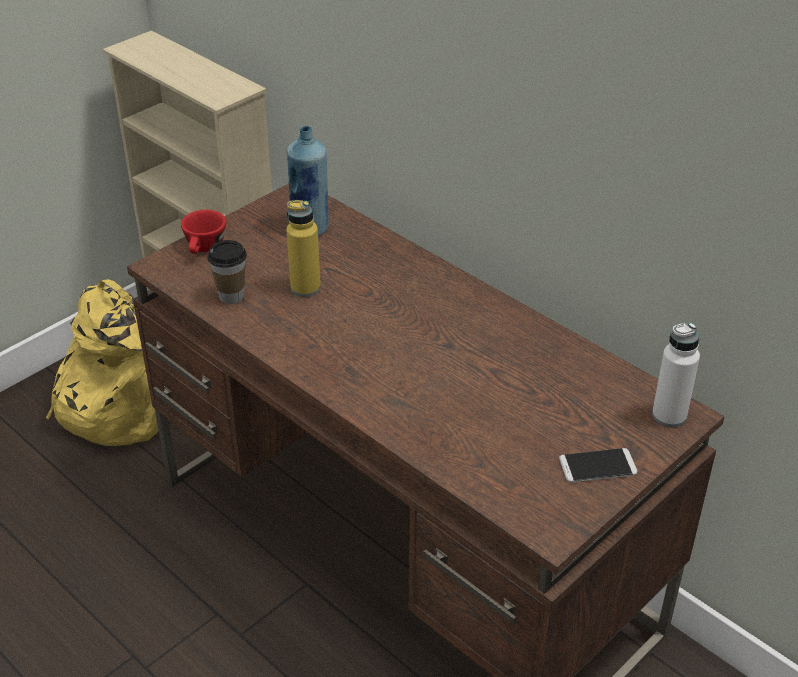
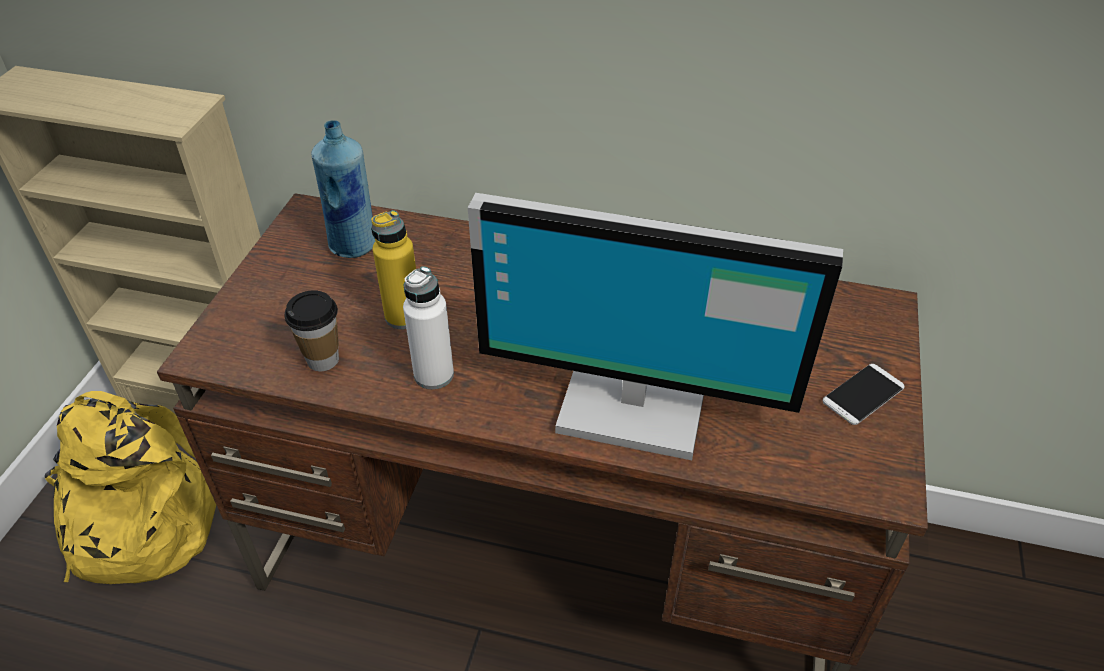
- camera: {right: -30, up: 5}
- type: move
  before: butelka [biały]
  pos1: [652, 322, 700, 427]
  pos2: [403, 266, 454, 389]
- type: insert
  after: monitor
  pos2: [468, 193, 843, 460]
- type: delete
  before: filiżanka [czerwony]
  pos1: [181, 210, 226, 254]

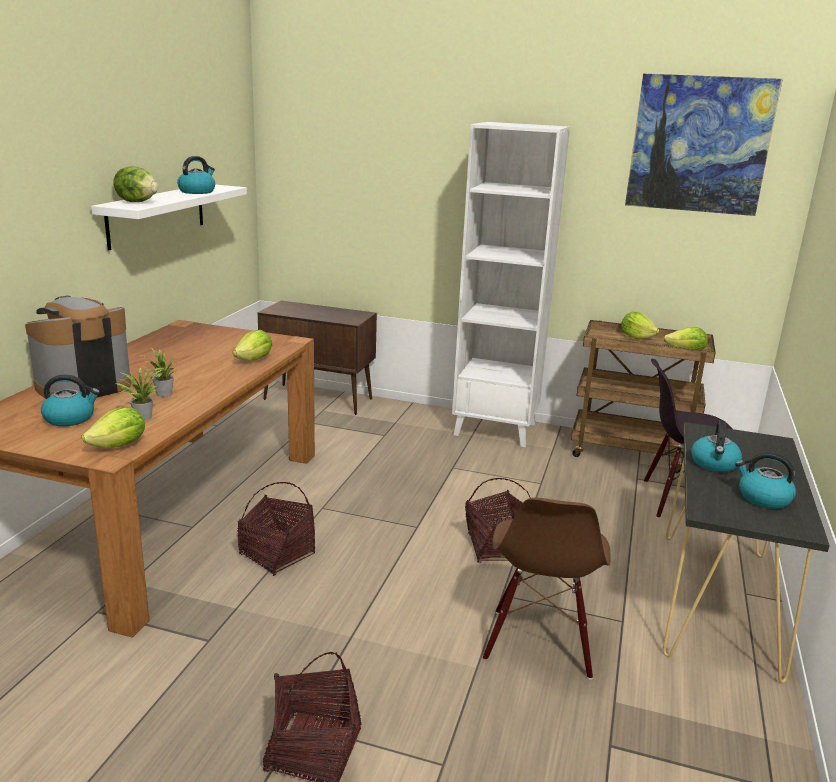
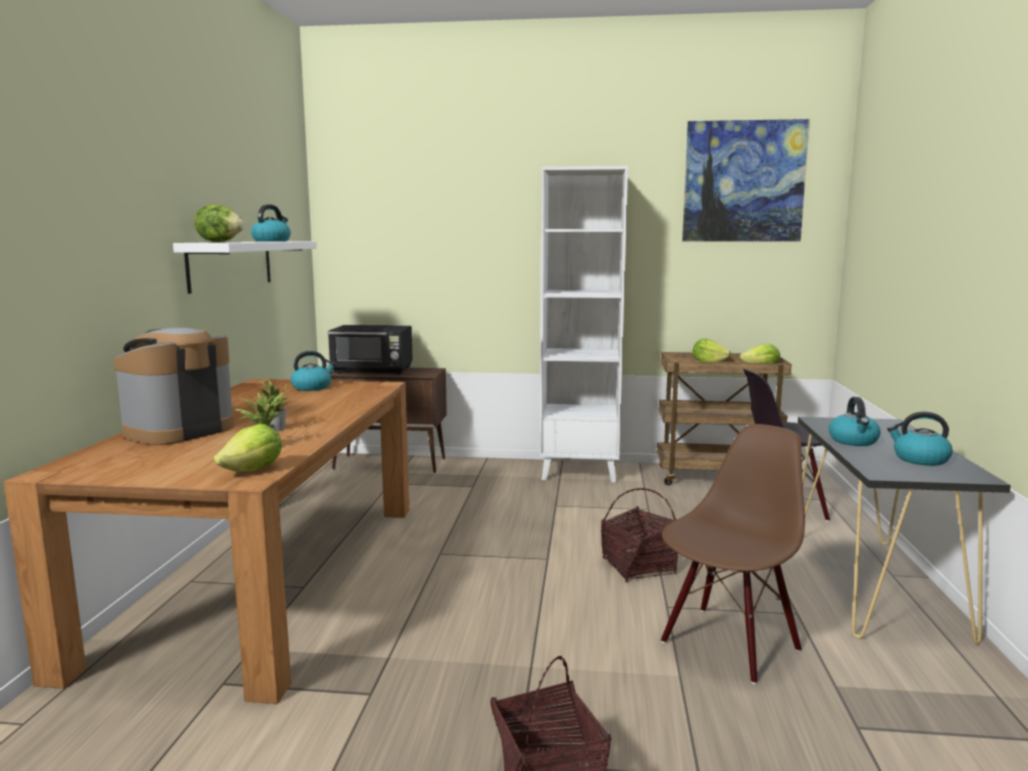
- camera: {right: -10, up: -10}
- type: move
  before: czajnik
  pos1: [41, 374, 100, 426]
  pos2: [291, 351, 336, 391]
- type: insert
  after: mikrofalówka [czarny]
  pos2: [328, 325, 413, 375]
- type: rotate
  before: krzesło [brązowy]
  pos1: [483, 498, 610, 680]
  pos2: [661, 424, 805, 684]
  turn: -135
- type: delete
  before: sałata
  pos1: [233, 330, 272, 361]
- type: delete
  before: koszyk
  pos1: [237, 482, 315, 576]

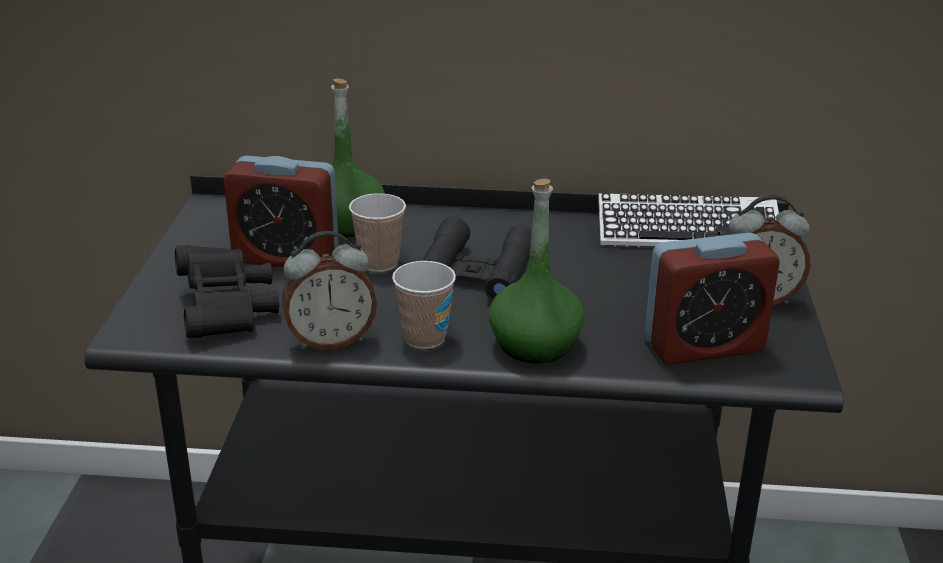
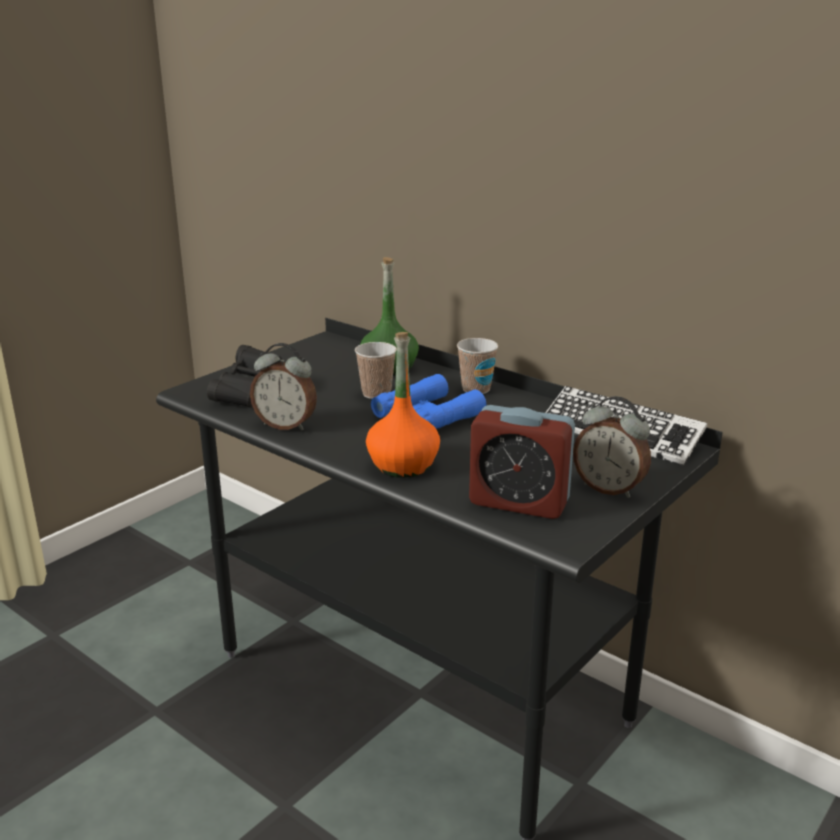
- camera: {right: 35, up: -5}
- type: recolor
  before: butelka [zielony]
  after: butelka [pomarańczowy]
  pos1: [489, 179, 585, 364]
  pos2: [366, 332, 440, 478]
- type: recolor
  before: lornetka [czarny]
  after: lornetka [niebieski]
  pos1: [422, 217, 532, 301]
  pos2: [371, 374, 486, 429]
- type: move
  before: filiżanka
  pos1: [392, 261, 456, 349]
  pos2: [457, 338, 498, 394]
- type: delete
  before: budzik
  pos1: [224, 155, 339, 267]

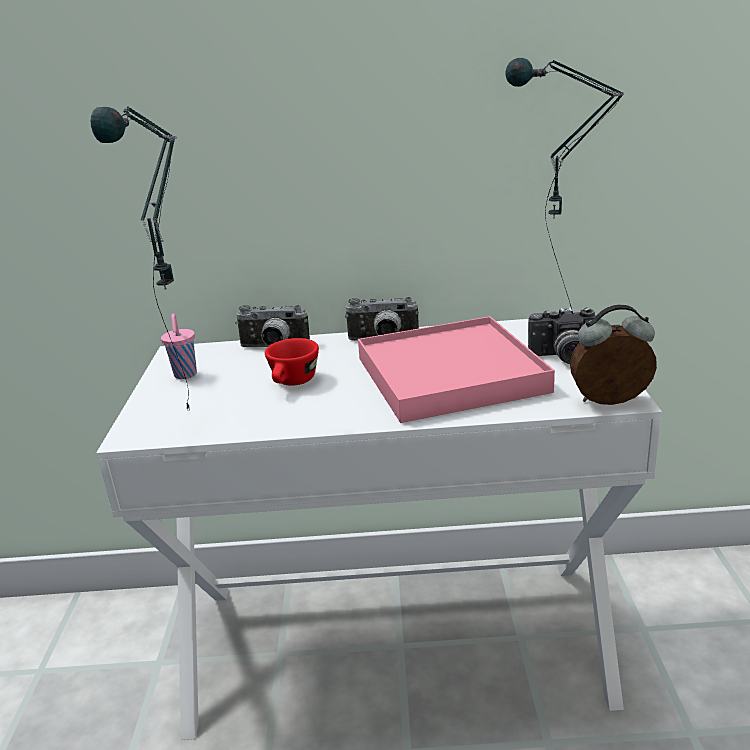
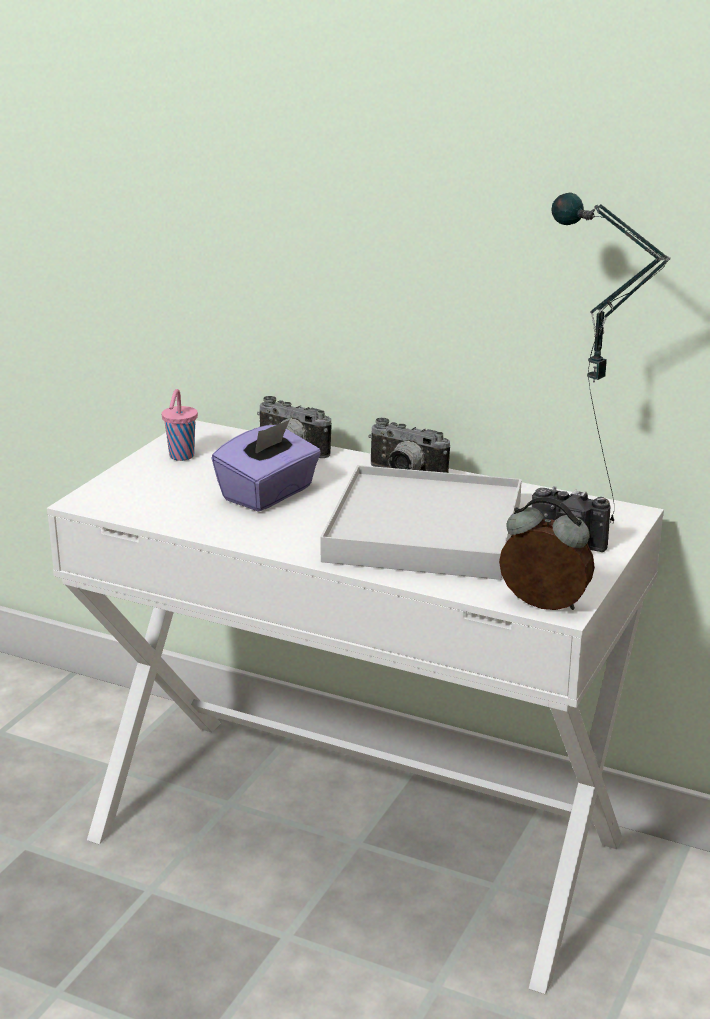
- camera: {right: 25, up: 0}
- type: replace
  before: filiżanka [czerwony]
  after: pudełko chusteczek [fioletowy]
  pos1: [265, 338, 319, 386]
  pos2: [211, 420, 321, 512]
- type: recolor
  before: taca [różowy]
  after: taca [biały]
  pos1: [358, 316, 555, 423]
  pos2: [320, 465, 522, 580]
- type: delete
  before: lampa stołowa
  pos1: [91, 107, 189, 409]

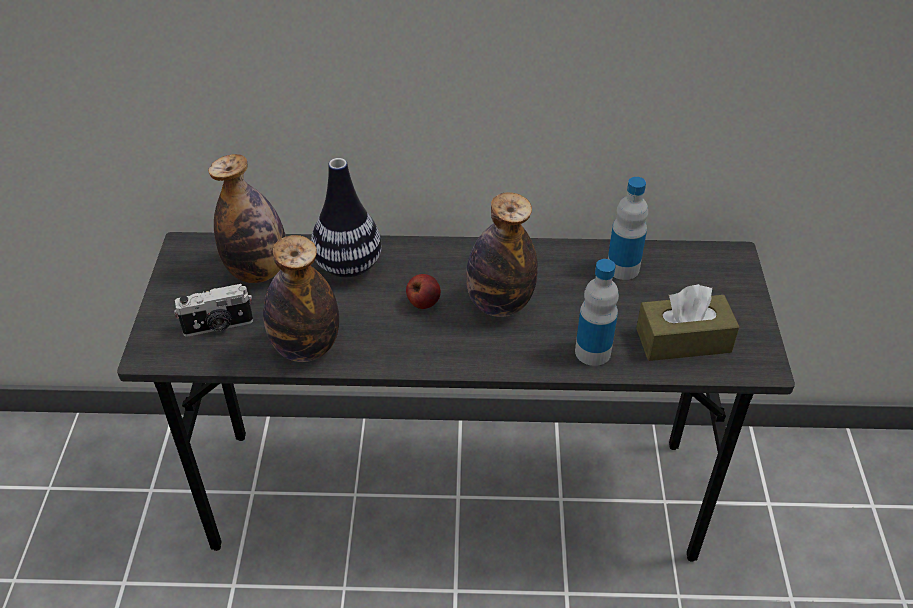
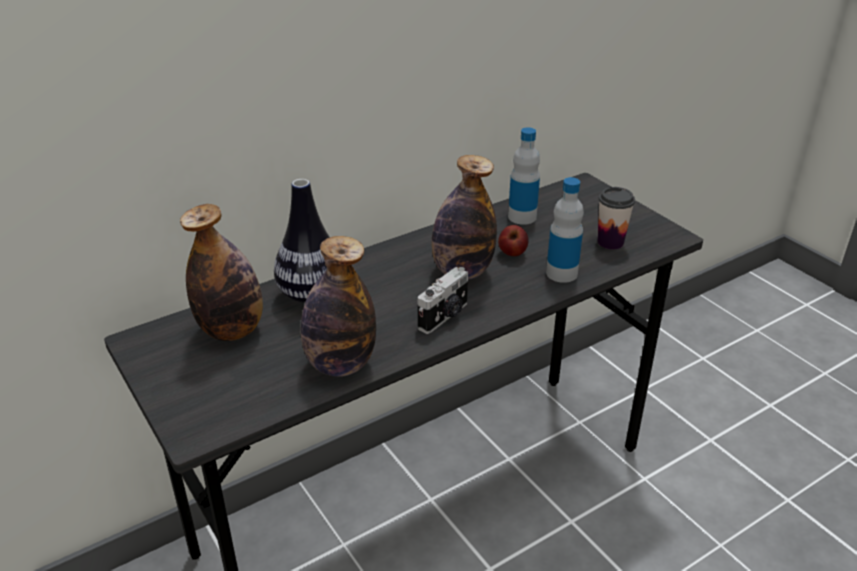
- camera: {right: -35, up: -10}
- type: move
  before: aparat fotograficzny
  pos1: [174, 284, 253, 337]
  pos2: [418, 267, 468, 334]
- type: move
  before: jabłko
  pos1: [406, 274, 441, 309]
  pos2: [498, 225, 529, 256]
- type: replace
  before: pudełko chusteczek [brązowy]
  after: filiżanka
  pos1: [636, 284, 739, 361]
  pos2: [597, 187, 635, 250]

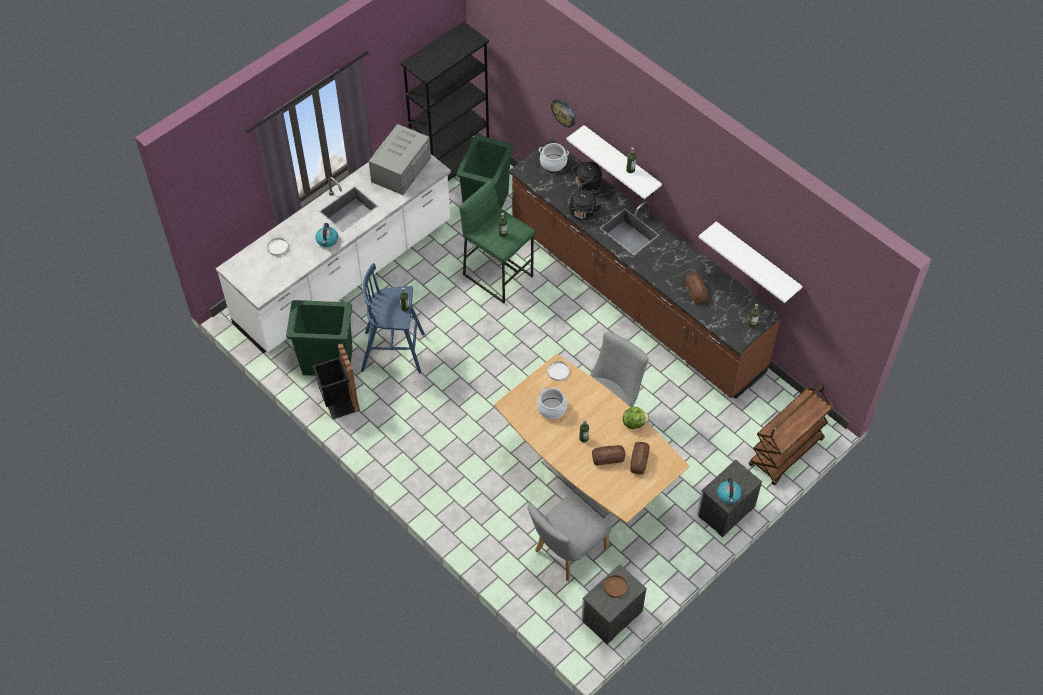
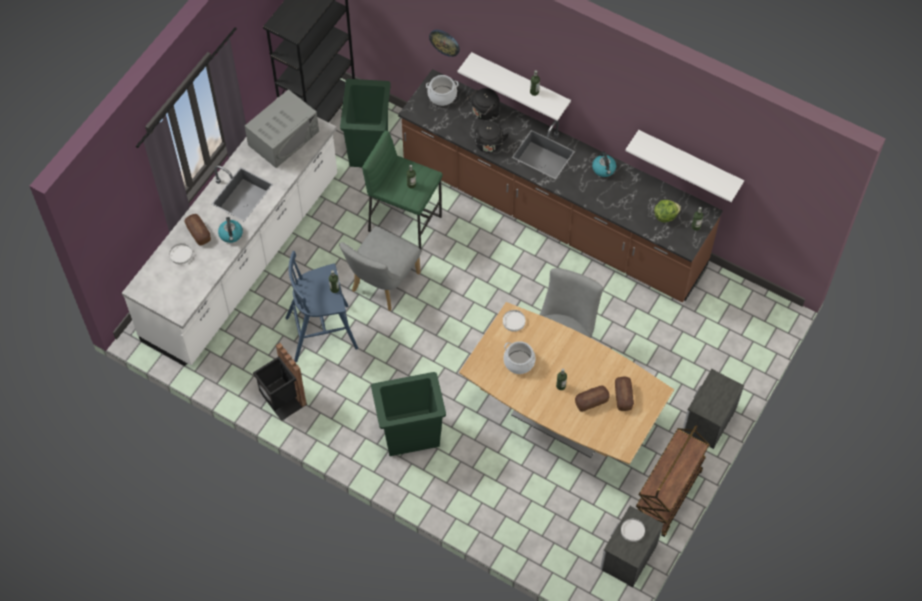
- camera: {right: -15, up: 5}
- type: move
  before: chleb
  pos1: [686, 273, 708, 303]
  pos2: [184, 214, 211, 246]
- type: rotate
  before: mikrofalówka [szary]
  pos1: [369, 124, 431, 195]
  pos2: [245, 89, 319, 168]
  turn: -150
- type: move
  before: krzesło [szary]
  pos1: [527, 492, 612, 581]
  pos2: [339, 226, 421, 311]
- type: move
  before: kosz na śmieci [zielony]
  pos1: [286, 300, 353, 376]
  pos2: [371, 372, 446, 456]
- type: move
  before: czajnik
  pos1: [717, 478, 742, 504]
  pos2: [592, 152, 616, 177]
- type: recolor
  before: talerz [brązowy]
  after: talerz [biały]
  pos1: [604, 575, 627, 598]
  pos2: [621, 518, 645, 542]
- type: move
  before: wózek [brązowy]
  pos1: [749, 384, 833, 485]
  pos2: [636, 425, 709, 537]
- type: move
  before: sałata
  pos1: [623, 406, 650, 429]
  pos2: [654, 200, 681, 223]

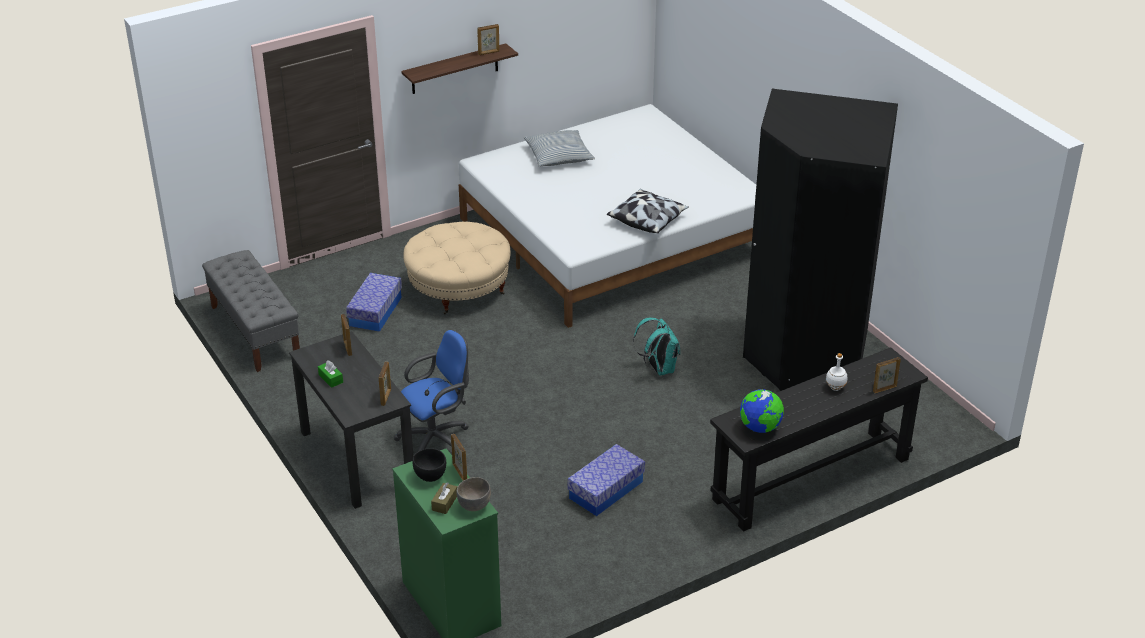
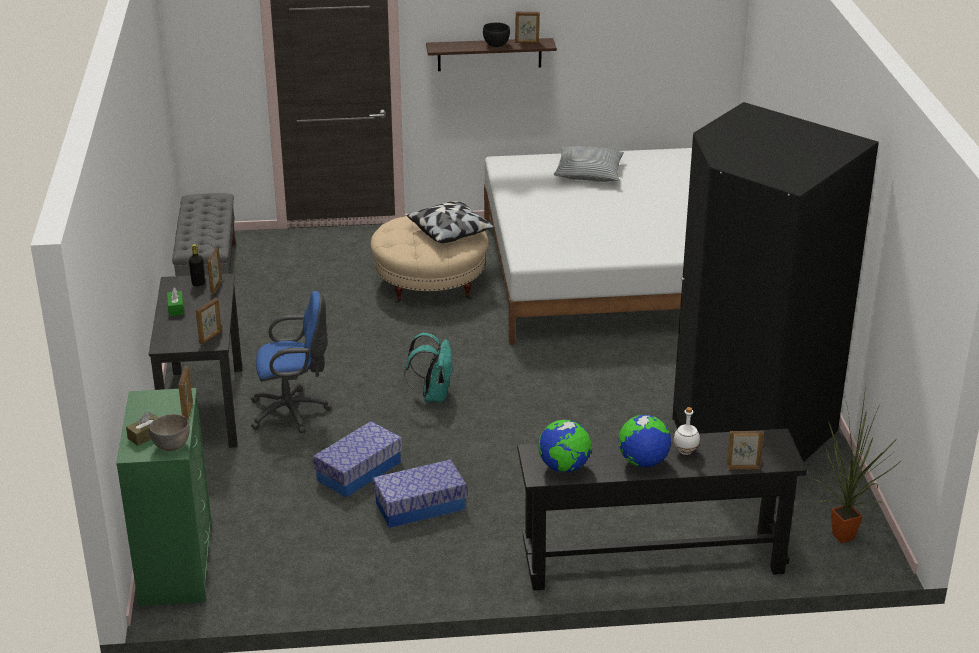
- camera: {right: 25, up: -5}
- type: insert
  after: butelka [czarny]
  pos2: [189, 244, 205, 286]
- type: move
  before: pojemnik do przechowywania
  pos1: [346, 273, 402, 332]
  pos2: [313, 421, 402, 497]
- type: move
  before: plecak [turkusowy]
  pos1: [633, 317, 680, 376]
  pos2: [404, 333, 453, 403]
- type: move
  before: poduszka
  pos1: [607, 189, 689, 233]
  pos2: [407, 201, 494, 243]
- type: move
  before: miska [czarny]
  pos1: [413, 448, 446, 482]
  pos2: [483, 22, 510, 47]
- type: insert
  after: globus
  pos2: [618, 415, 671, 467]
- type: insert
  after: roślina doniczkowa
  pos2: [812, 394, 902, 543]

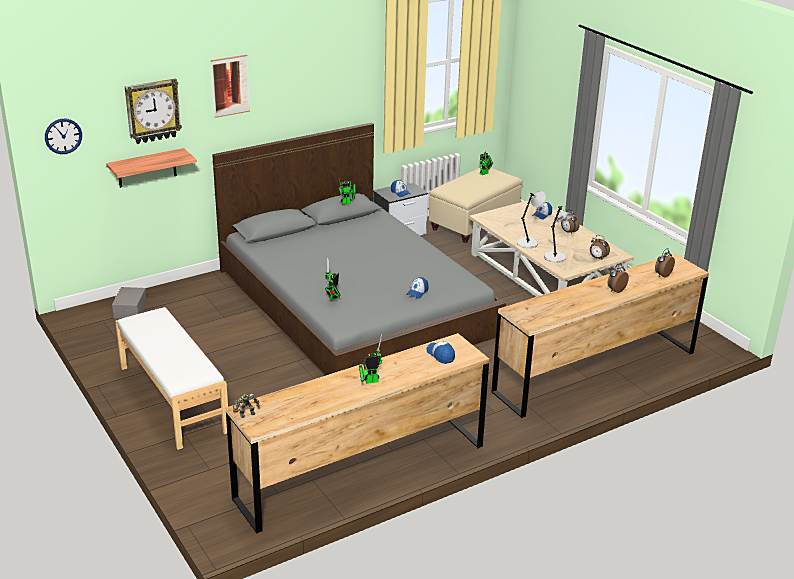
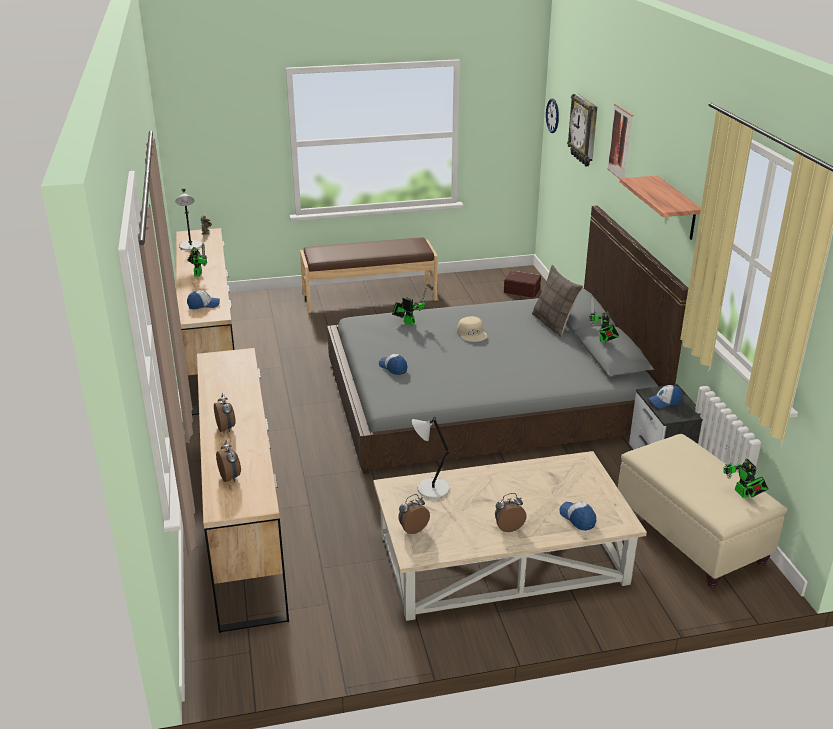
- camera: {right: 110, up: 0}
- type: move
  before: lampa stołowa [szary]
  pos1: [517, 191, 546, 248]
  pos2: [175, 189, 202, 251]
- type: recolor
  before: ławka [biały]
  after: ławka [brązowy]
  pos1: [115, 307, 228, 450]
  pos2: [300, 237, 438, 313]
- type: insert
  after: czapka z daszkiem [beżowy]
  pos2: [457, 316, 487, 342]
- type: recolor
  before: pojemnik do przechowywania [szary]
  after: pojemnik do przechowywania [brązowy]
  pos1: [112, 287, 147, 319]
  pos2: [504, 271, 541, 298]
- type: insert
  after: poduszka
  pos2: [532, 265, 583, 337]
- type: move
  before: półka
  pos1: [106, 148, 197, 188]
  pos2: [620, 176, 701, 240]

